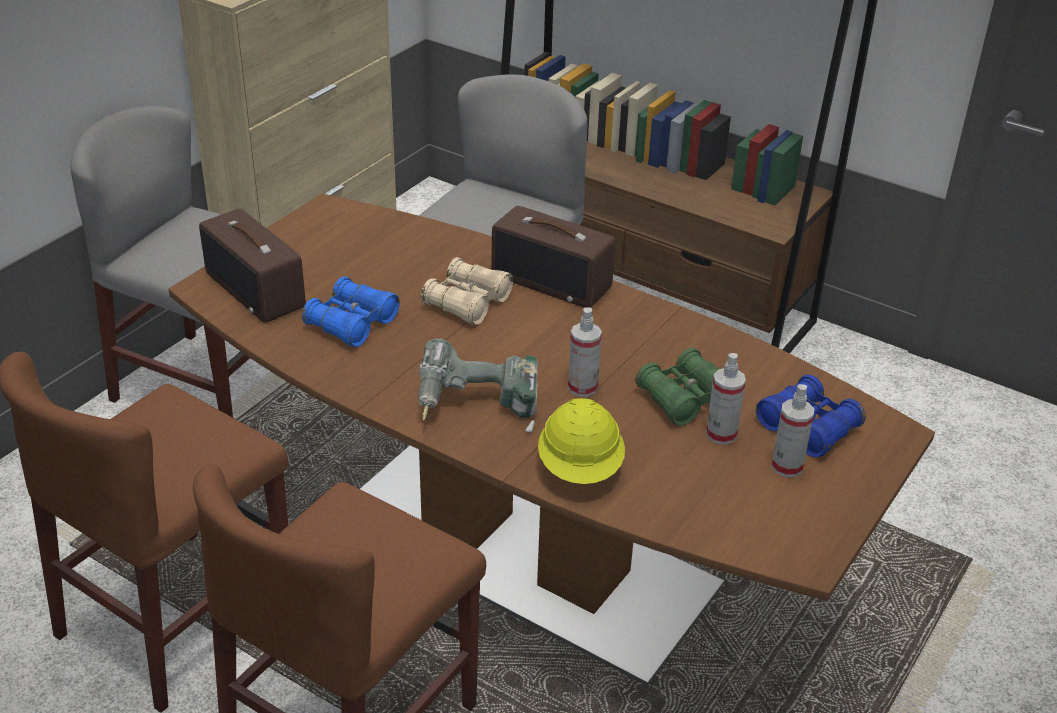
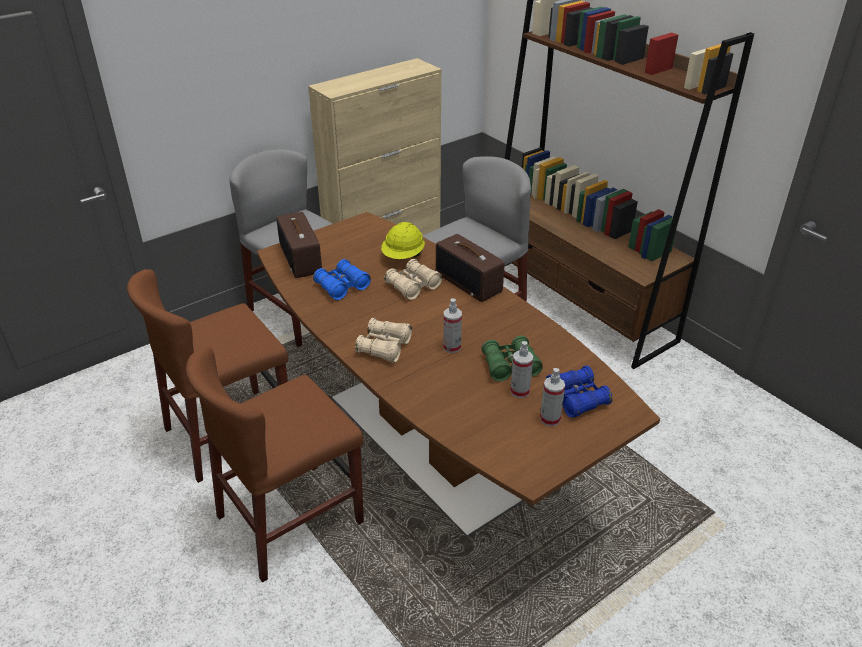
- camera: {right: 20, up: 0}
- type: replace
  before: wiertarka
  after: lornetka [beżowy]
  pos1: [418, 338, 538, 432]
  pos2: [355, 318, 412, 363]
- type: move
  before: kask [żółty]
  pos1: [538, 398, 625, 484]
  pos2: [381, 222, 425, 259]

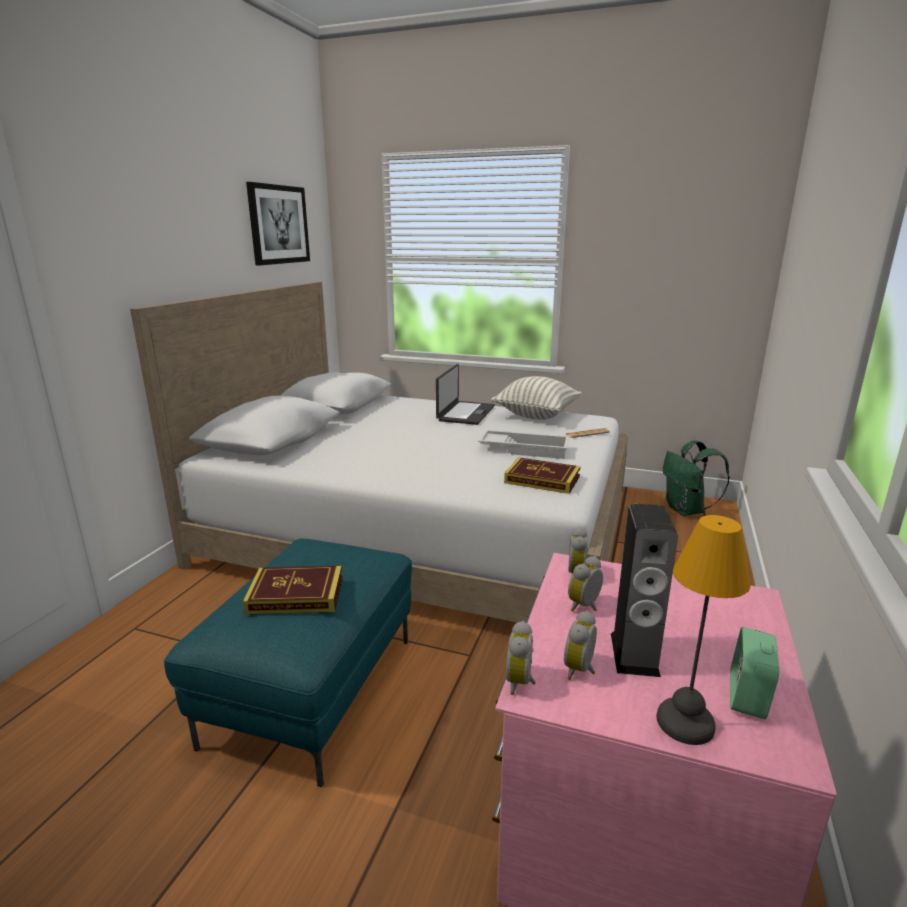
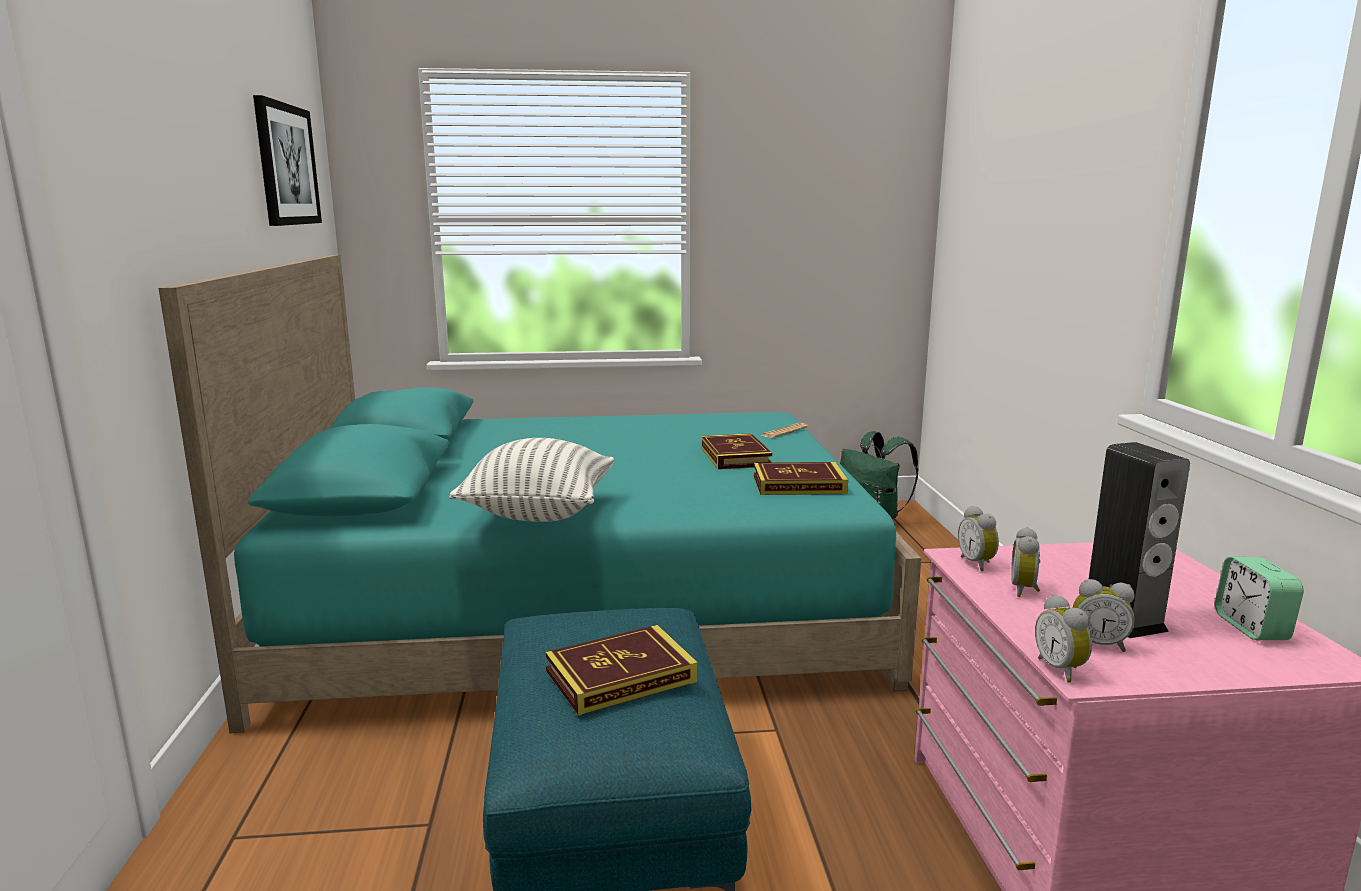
- camera: {right: -25, up: -5}
- type: recolor
  before: łóżko [biały]
  after: łóżko [turkusowy]
  pos1: [130, 282, 628, 623]
  pos2: [159, 255, 921, 733]
- type: move
  before: poduszka
  pos1: [491, 376, 582, 420]
  pos2: [449, 438, 614, 522]
- type: replace
  before: taca [biały]
  after: książka
  pos1: [478, 430, 569, 459]
  pos2: [701, 433, 772, 469]
- type: rotate
  before: budzik
  pos1: [564, 611, 597, 680]
  pos2: [1073, 579, 1135, 652]
  turn: -75
- type: delete
  before: laptop
  pos1: [436, 364, 495, 425]
- type: delete
  before: lampa stołowa
  pos1: [656, 515, 750, 745]

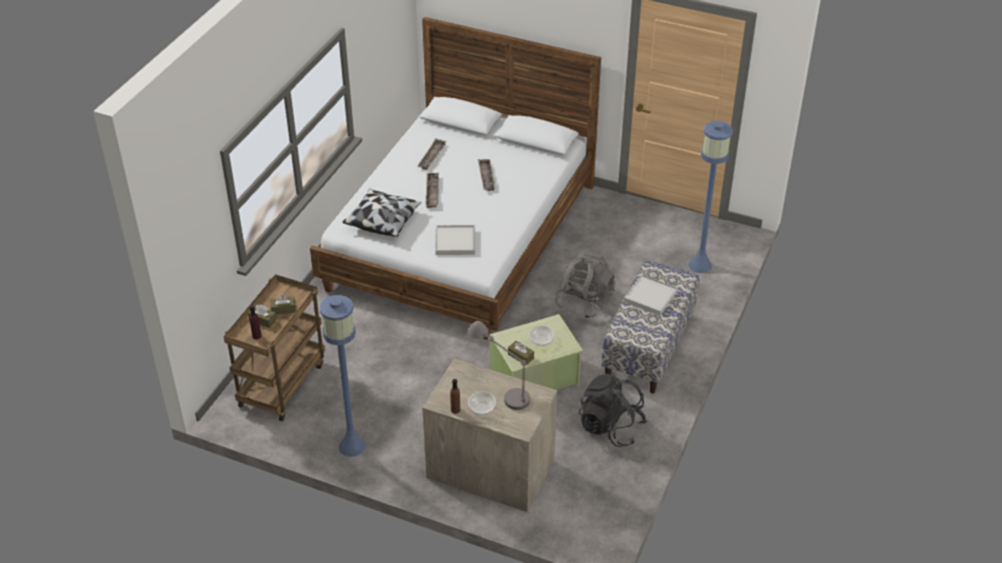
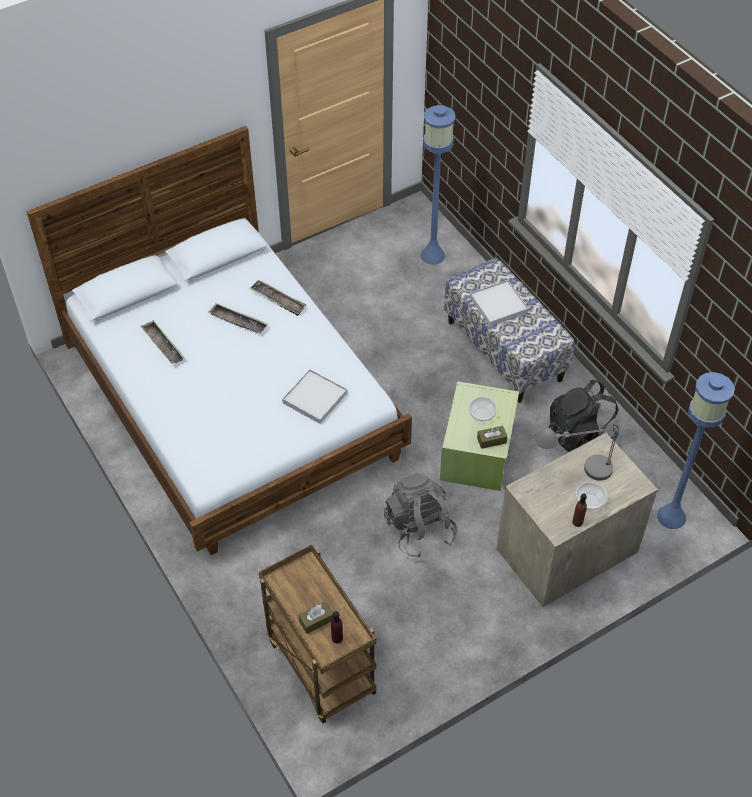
- camera: {right: -55, up: 10}
- type: move
  before: taca
  pos1: [425, 173, 439, 208]
  pos2: [250, 280, 306, 316]
- type: move
  before: plecak [szary]
  pos1: [555, 250, 615, 319]
  pos2: [384, 473, 457, 558]
- type: move
  before: lampa stojąca [niebieski]
  pos1: [320, 295, 366, 457]
  pos2: [657, 372, 735, 529]
- type: delete
  before: pudełko chusteczek [brązowy]
  pos1: [270, 295, 296, 315]
- type: delete
  before: poduszka
  pos1: [343, 188, 422, 237]

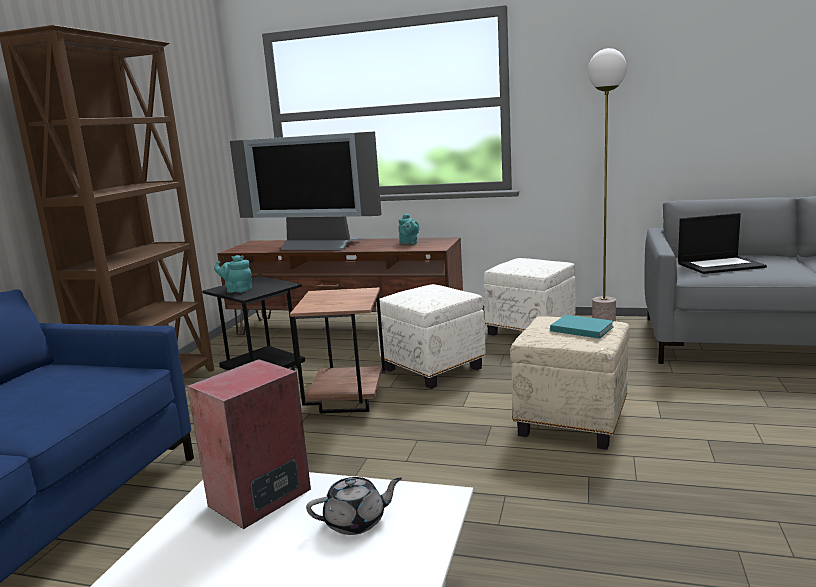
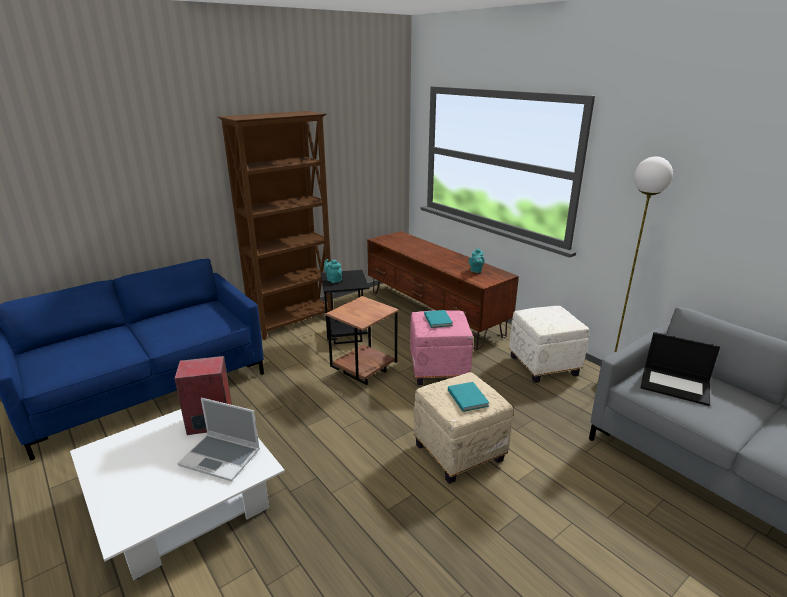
- camera: {right: 35, up: 10}
- type: replace
  before: imbryk [szary]
  after: laptop
  pos1: [306, 477, 402, 535]
  pos2: [177, 398, 260, 482]
- type: recolor
  before: pufa [biały]
  after: pufa [różowy]
  pos1: [376, 284, 486, 389]
  pos2: [410, 311, 473, 385]
- type: insert
  after: książka [turkusowy]
  pos2: [424, 310, 453, 328]
- type: delete
  before: telewizor
  pos1: [230, 131, 382, 250]

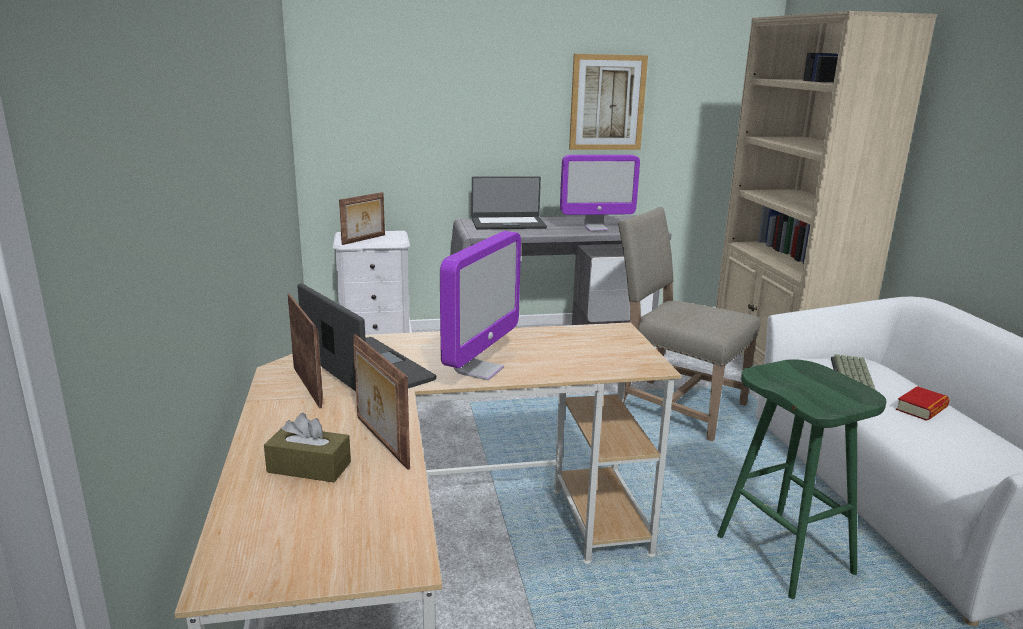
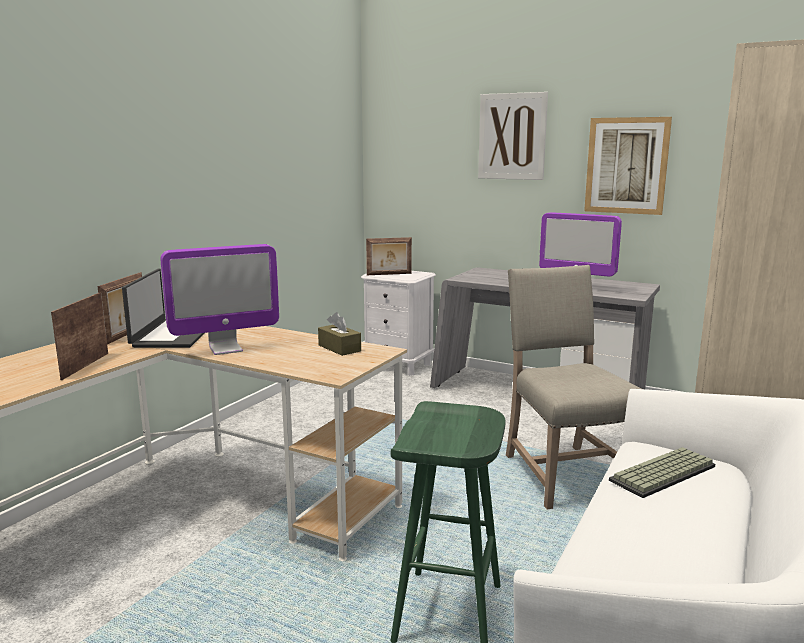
- camera: {right: 40, up: -5}
- type: move
  before: pudełko chusteczek [brązowy]
  pos1: [264, 413, 351, 482]
  pos2: [318, 312, 361, 356]
- type: insert
  after: obraz
  pos2: [478, 92, 548, 180]
- type: delete
  before: laptop
  pos1: [472, 176, 547, 230]
- type: delete
  before: książka
  pos1: [896, 386, 950, 421]

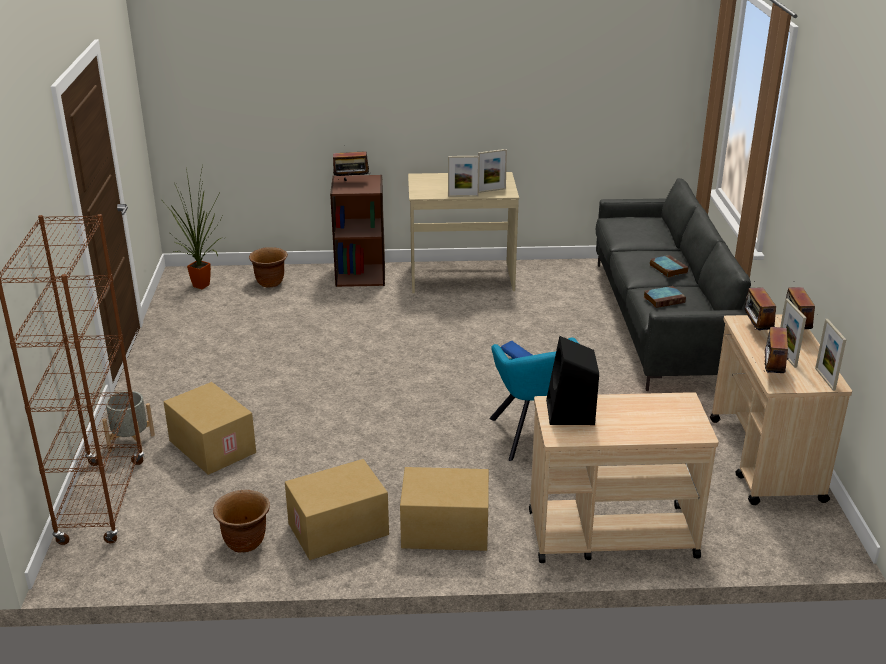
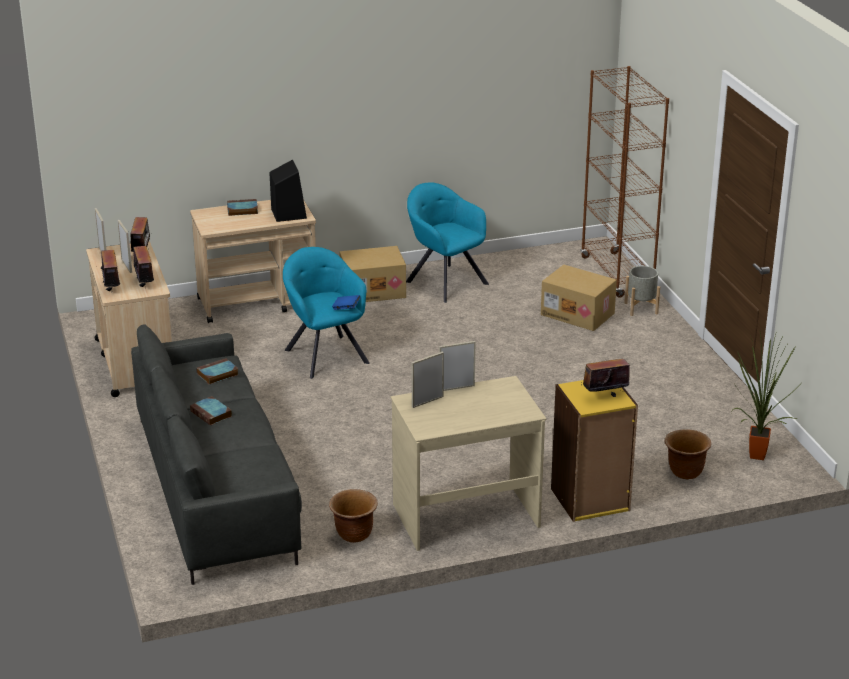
- camera: {right: 165, up: 0}
- type: insert
  after: książka
  pos2: [227, 199, 258, 216]
- type: move
  before: donica [brązowy]
  pos1: [213, 490, 270, 552]
  pos2: [329, 489, 377, 543]
- type: replace
  before: karton
  after: fotel [turkusowy]
  pos1: [285, 459, 389, 560]
  pos2: [406, 182, 489, 303]
- type: recolor
  before: regał [brązowy]
  after: regał [żółty]
  pos1: [330, 175, 385, 287]
  pos2: [551, 380, 638, 522]

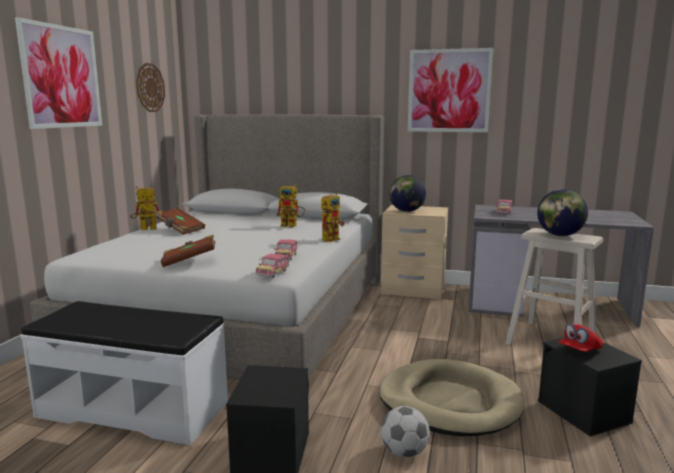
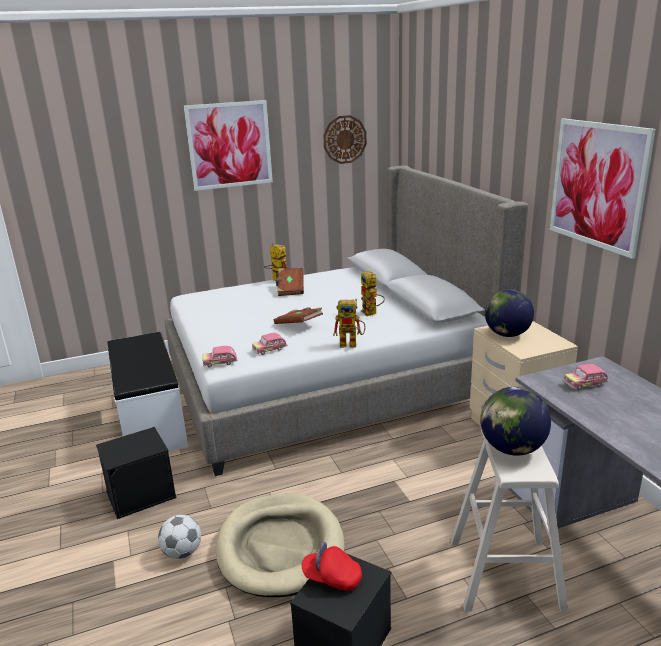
- camera: {right: 55, up: 10}
- type: move
  before: książka [brązowy]
  pos1: [161, 235, 215, 267]
  pos2: [274, 307, 323, 324]

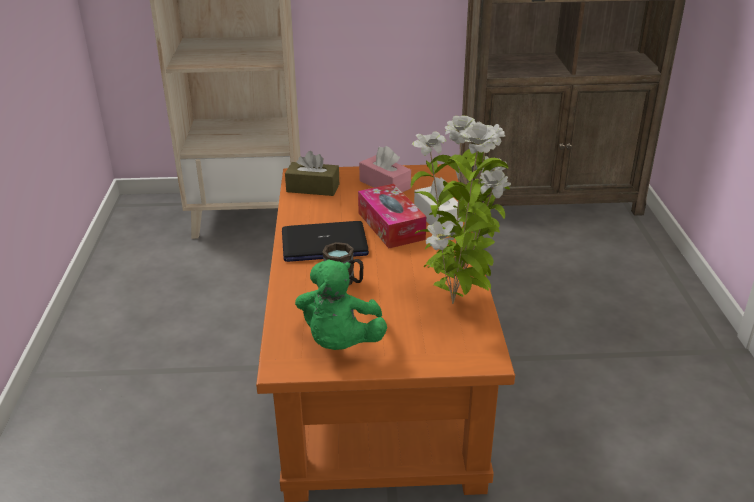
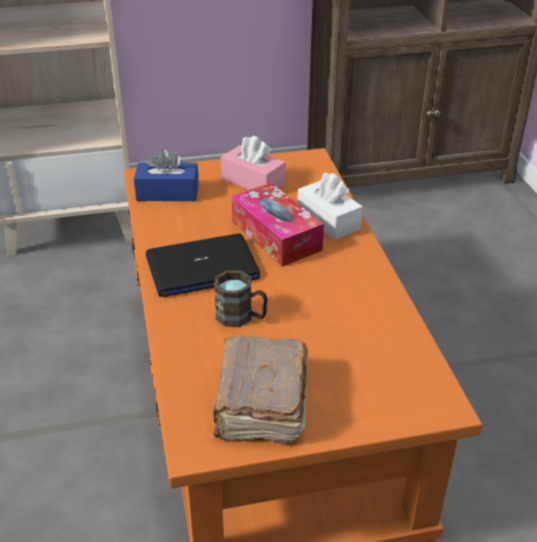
- camera: {right: -10, up: 5}
- type: recolor
  before: pudełko chusteczek [brązowy]
  after: pudełko chusteczek [niebieski]
  pos1: [285, 151, 339, 196]
  pos2: [134, 149, 199, 201]
- type: replace
  before: pluszak [zielony]
  after: książka [brązowy]
  pos1: [295, 259, 387, 350]
  pos2: [213, 336, 308, 445]
- type: delete
  before: roślina doniczkowa
  pos1: [411, 116, 511, 304]

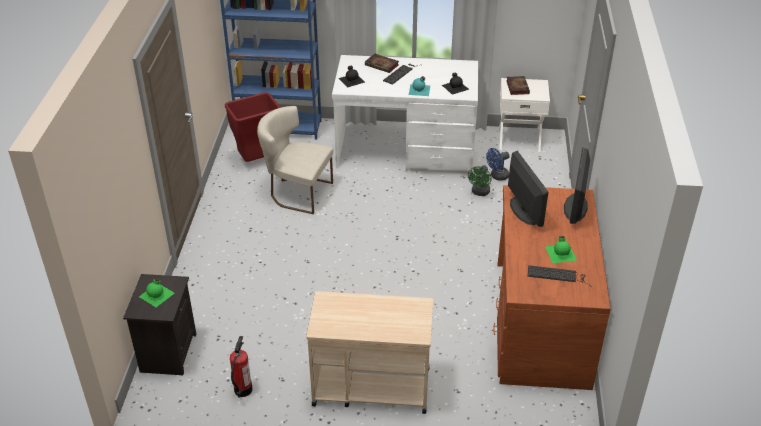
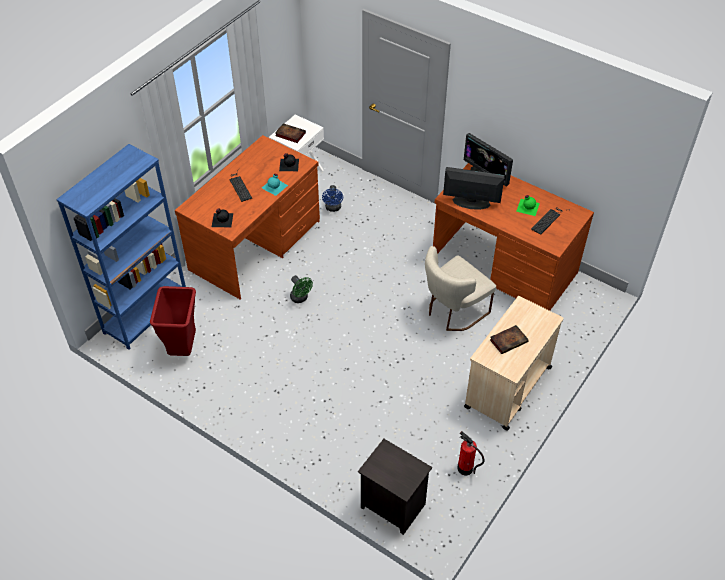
- camera: {right: -60, up: 10}
- type: recolor
  before: biurko [biały]
  after: biurko [brązowy]
  pos1: [332, 55, 478, 174]
  pos2: [175, 135, 320, 300]
- type: move
  before: wentylator [zielony]
  pos1: [468, 165, 492, 196]
  pos2: [290, 276, 313, 303]
- type: move
  before: krzesło [beżowy]
  pos1: [257, 106, 333, 214]
  pos2: [425, 246, 496, 331]
- type: move
  before: książka
  pos1: [365, 54, 399, 73]
  pos2: [490, 325, 529, 354]
- type: delete
  before: butelka [zielony]
  pos1: [139, 278, 174, 307]

